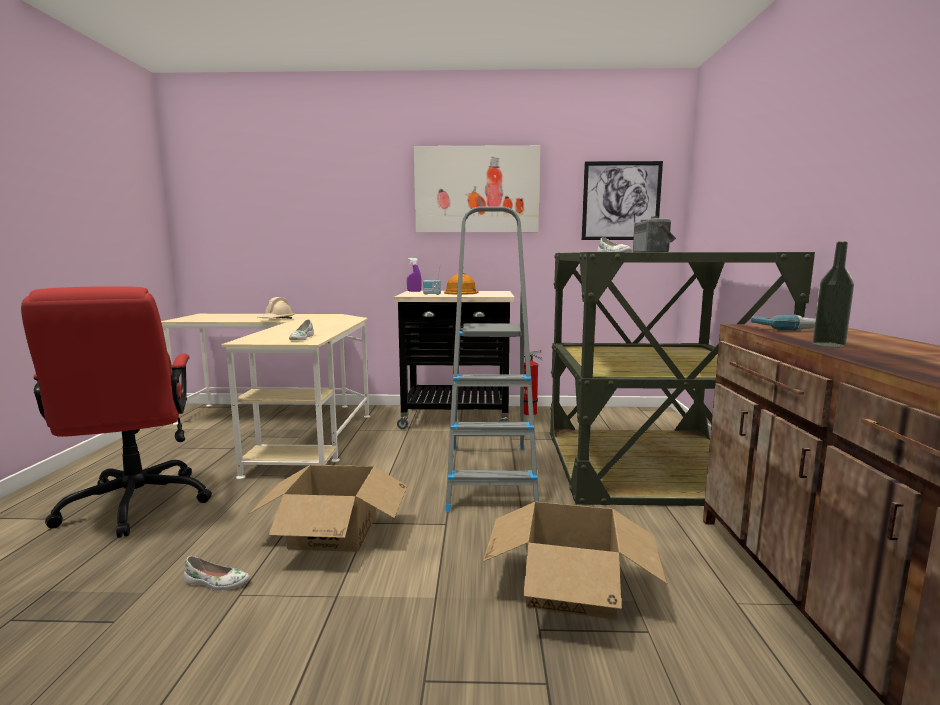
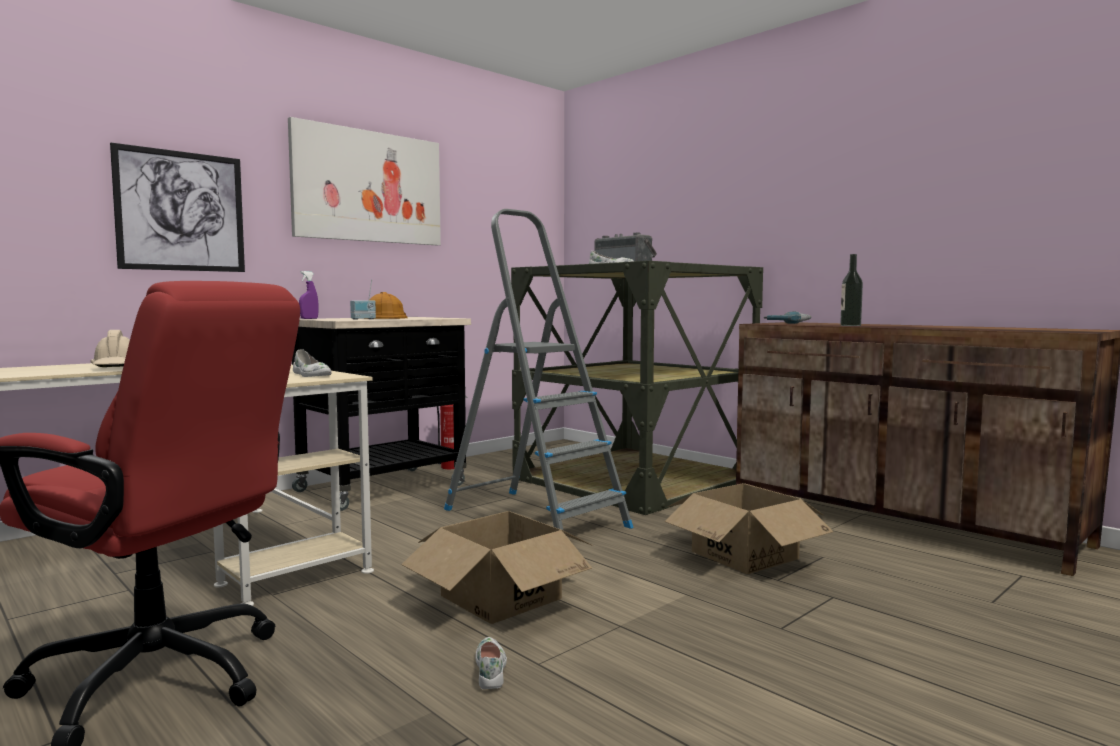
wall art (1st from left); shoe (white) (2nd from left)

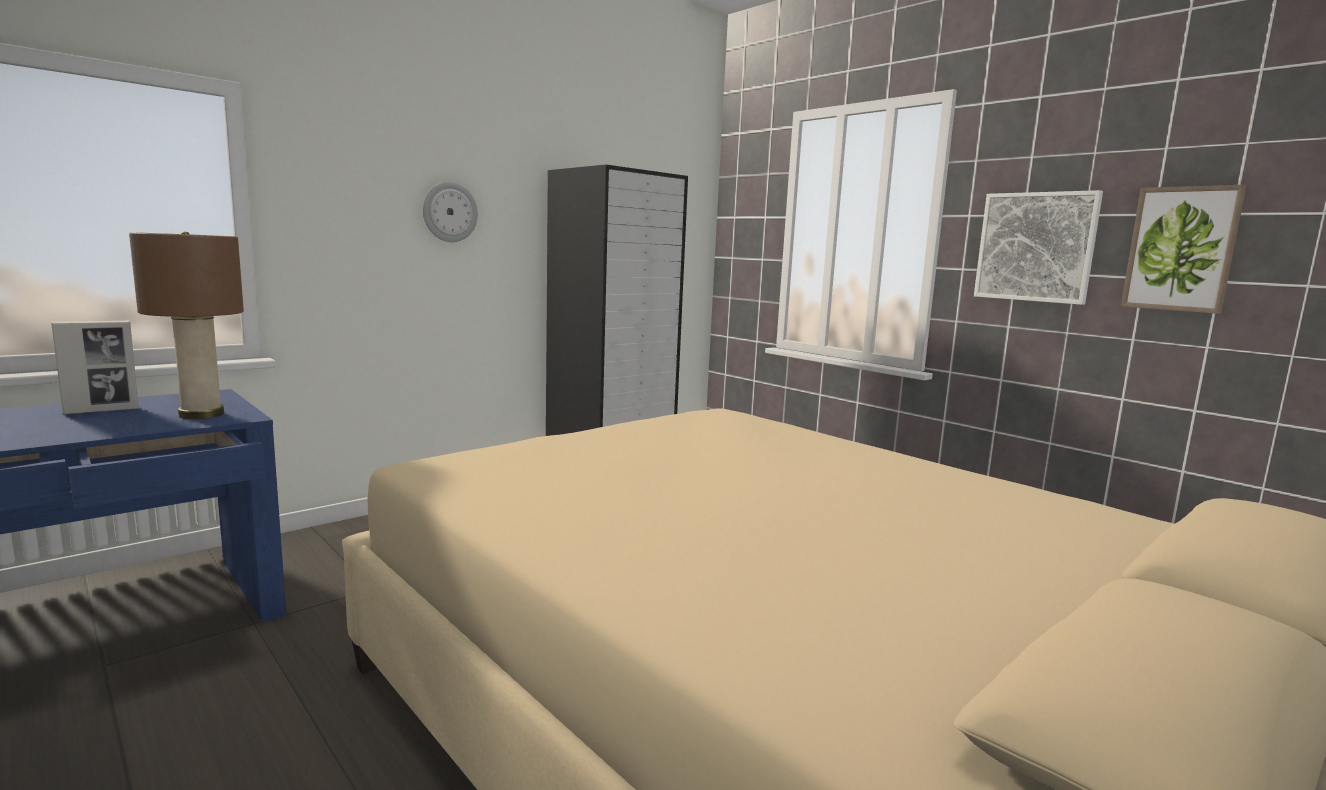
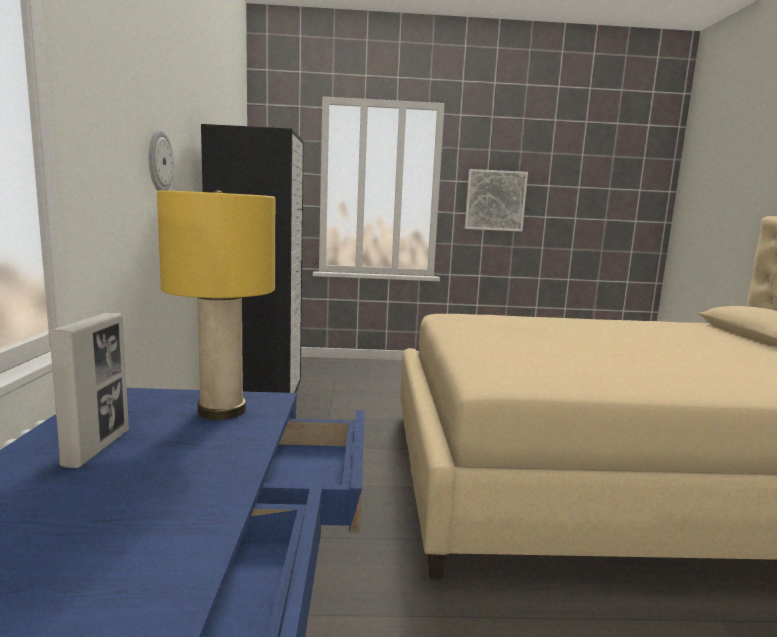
table lamp (yellowish); wall art (2nd from left in the first image)

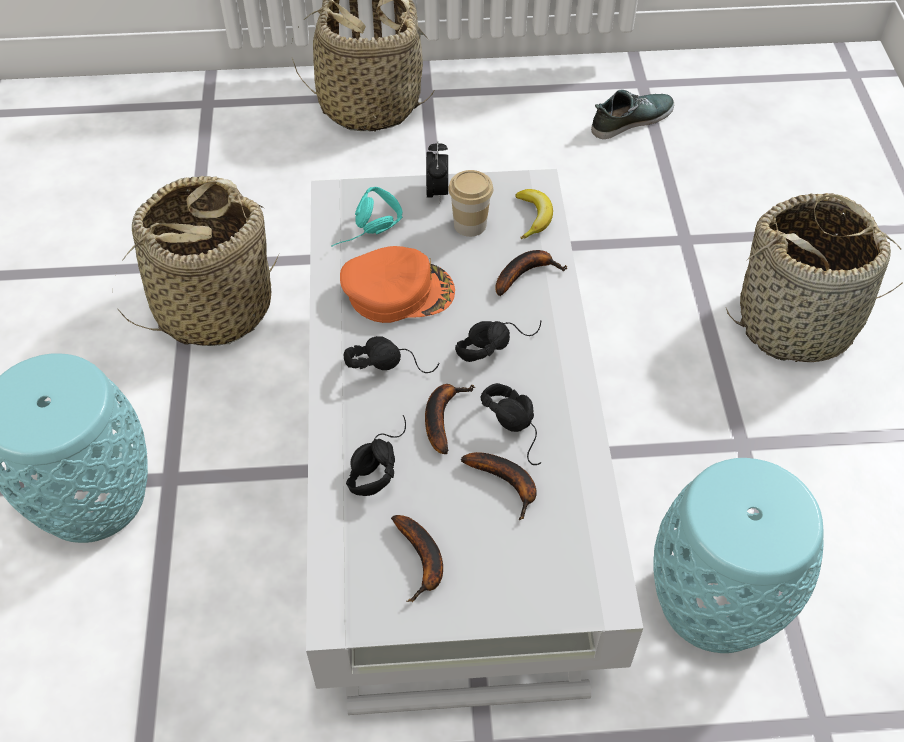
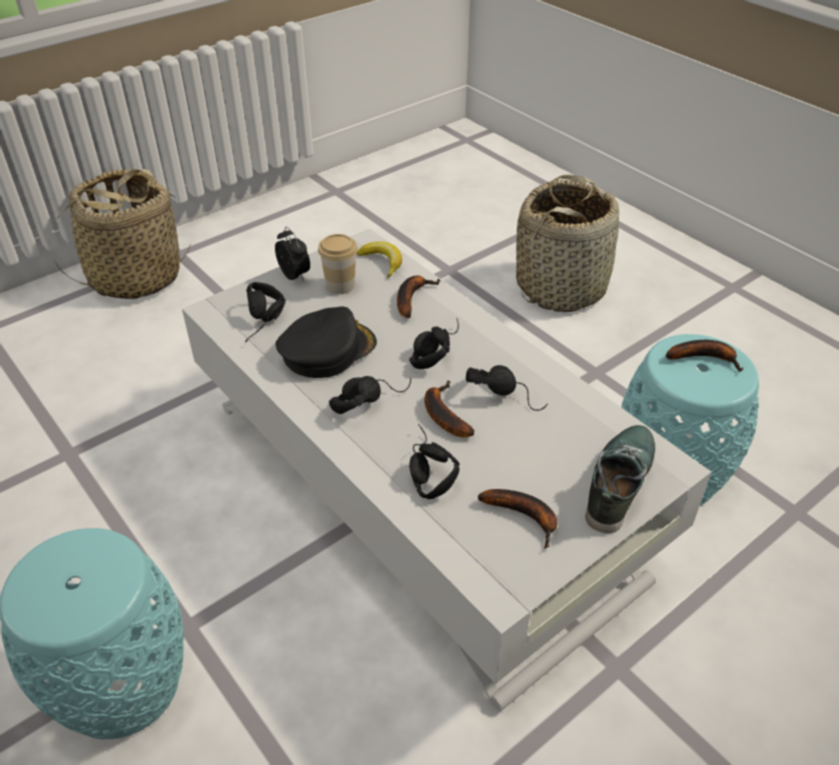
headphones (blackish) (1st from left); peaked cap (blackish); shoe; banana fruit (5th from left); storage basket (1st from left in the first image)

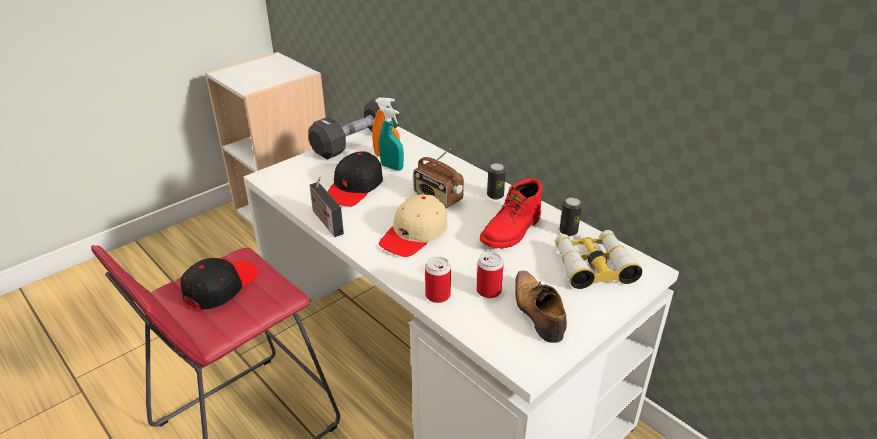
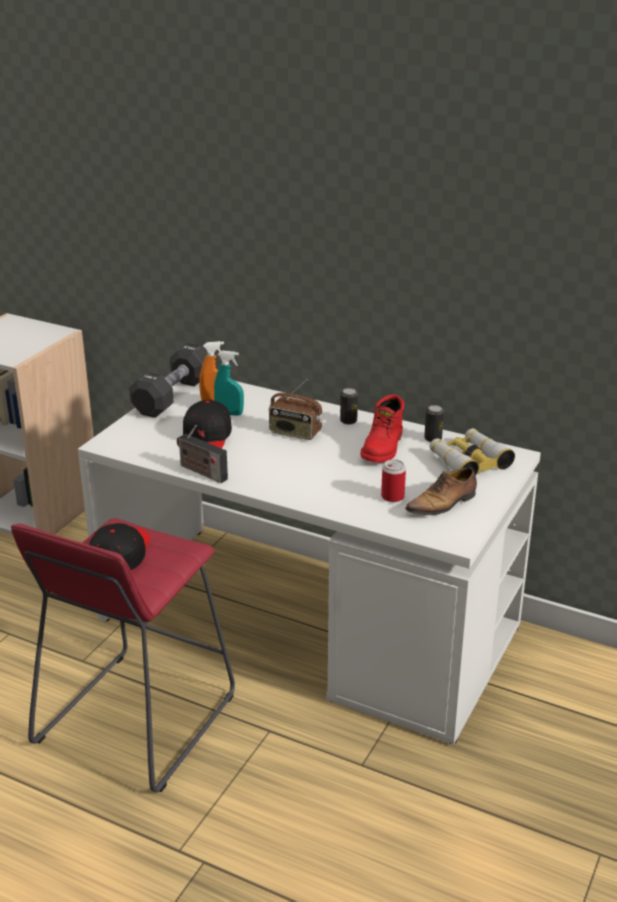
shoe; peaked cap (beige-coloured); sealed can (1st from left in the first image)

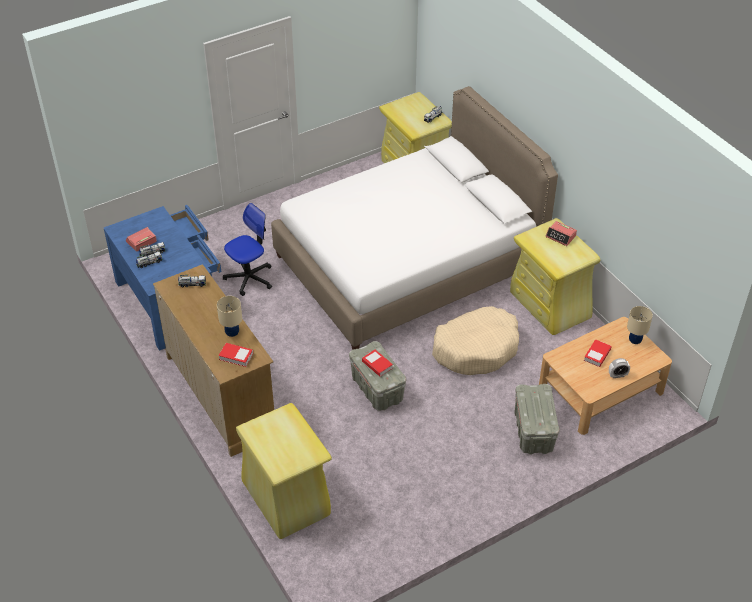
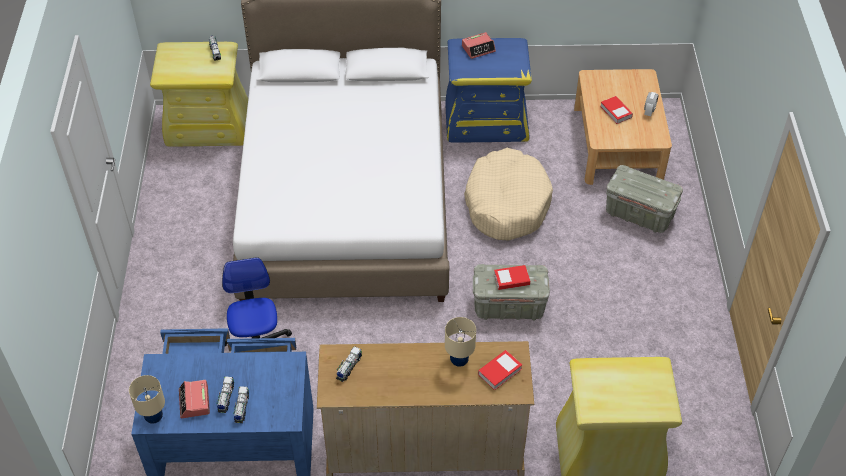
table lamp (beige-coloured) (1st from left); bedside table (blue)

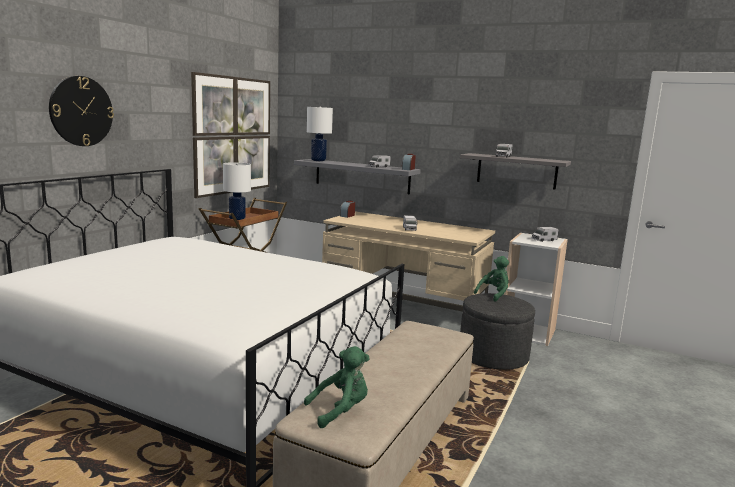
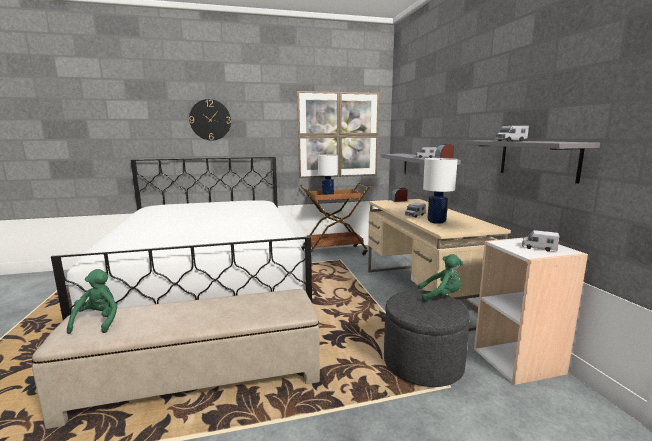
cuddly toy (green-coloured) (1st from left); table lamp (white) (2nd from left)

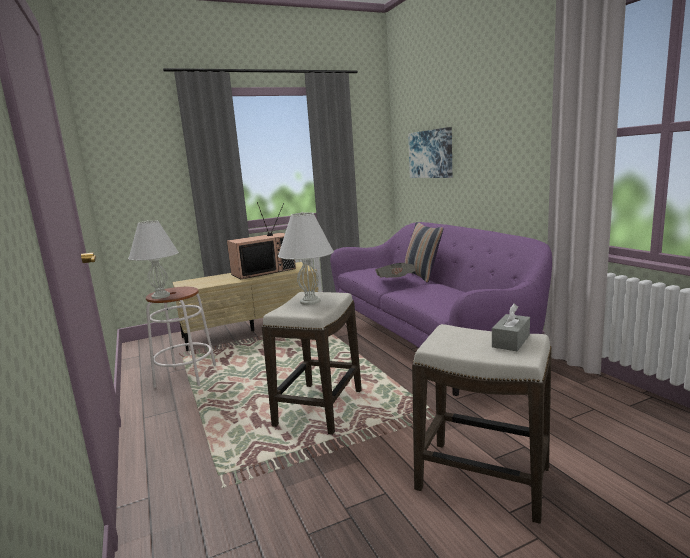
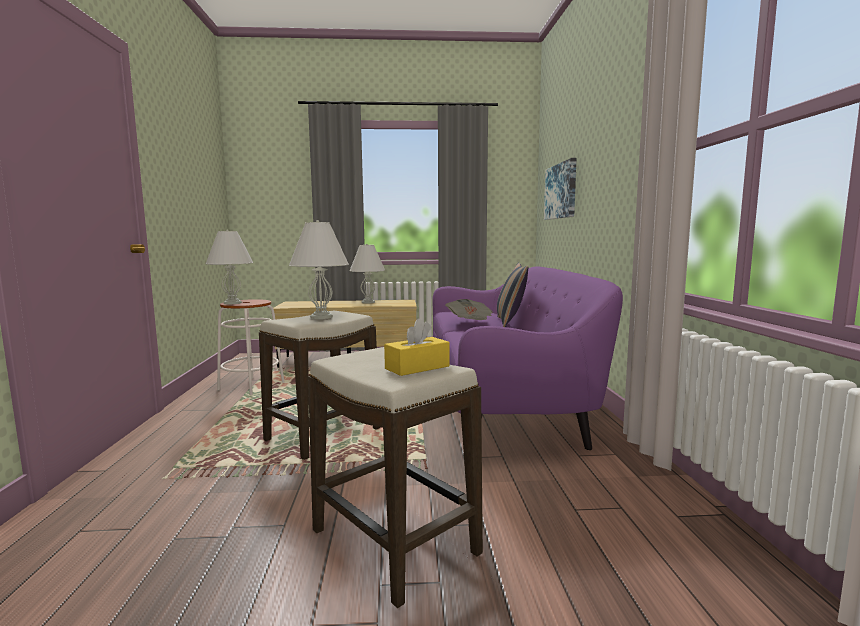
table lamp (white) (3rd from left); tissue holder (yellowish)

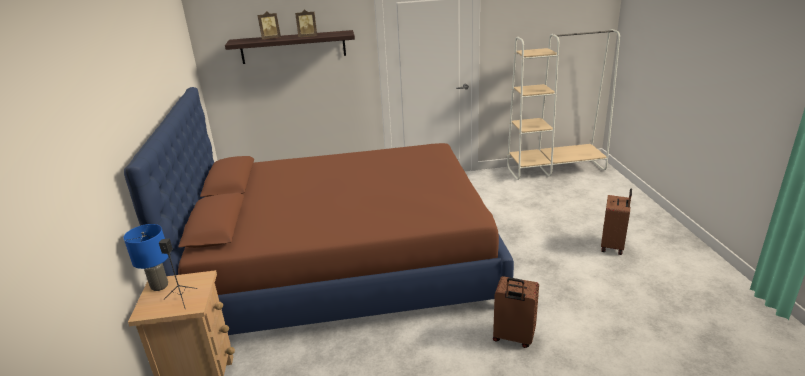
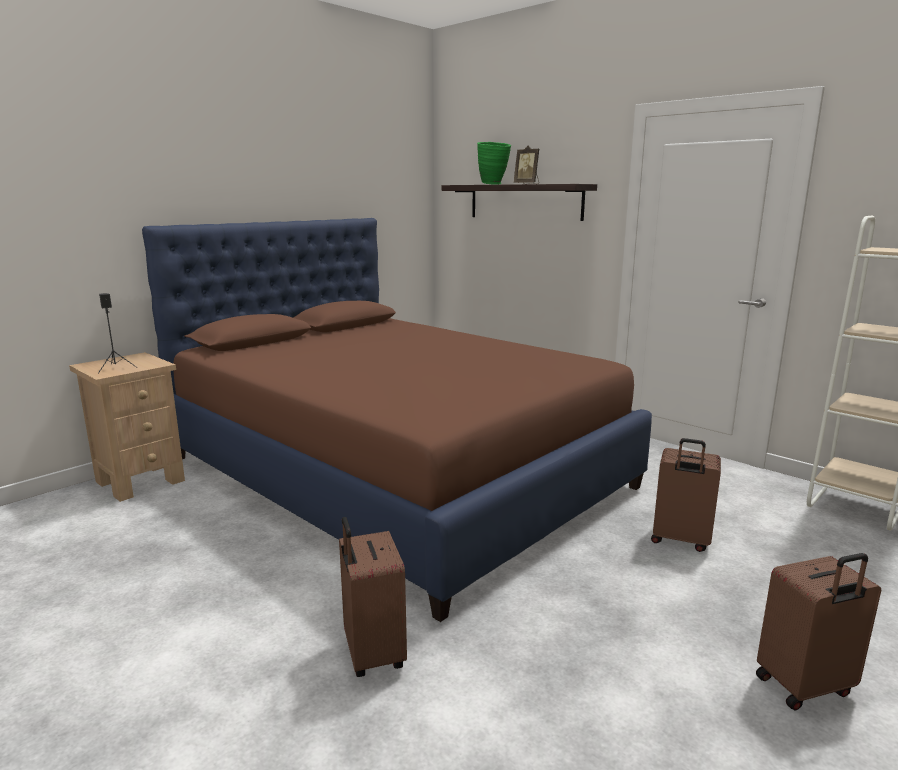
decorative vase (green-coloured); piece of luggage (brown) (2nd from left); table lamp (blue)

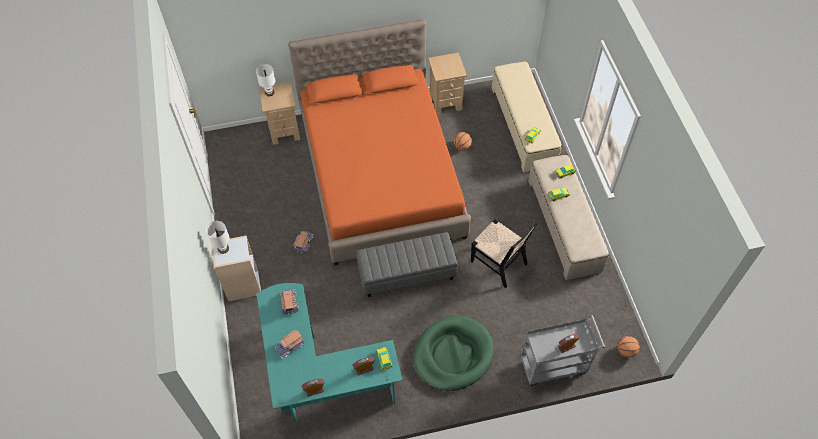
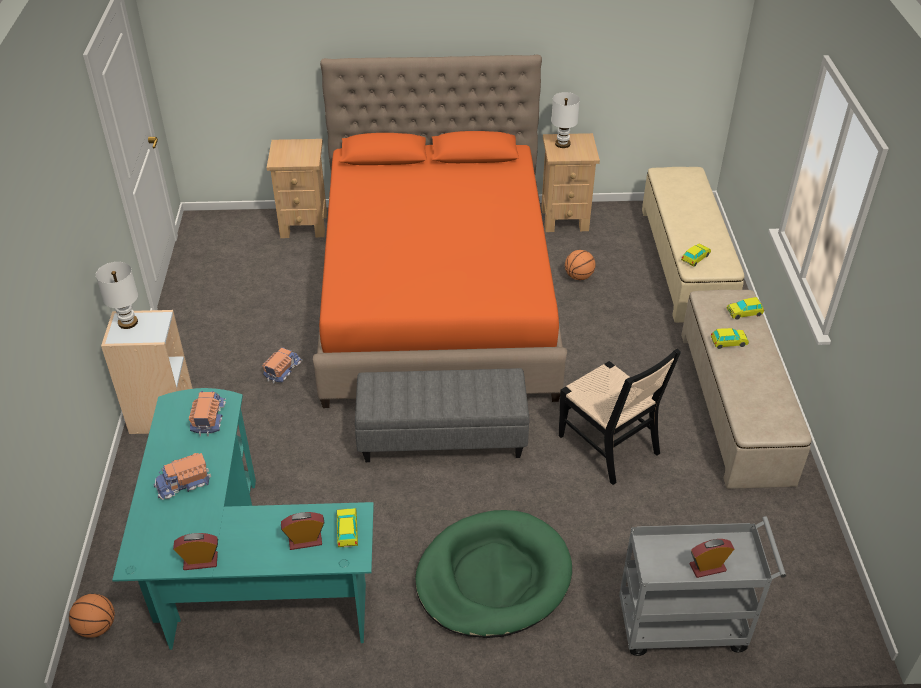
basketball ball (1st from left); table lamp (white) (2nd from left)

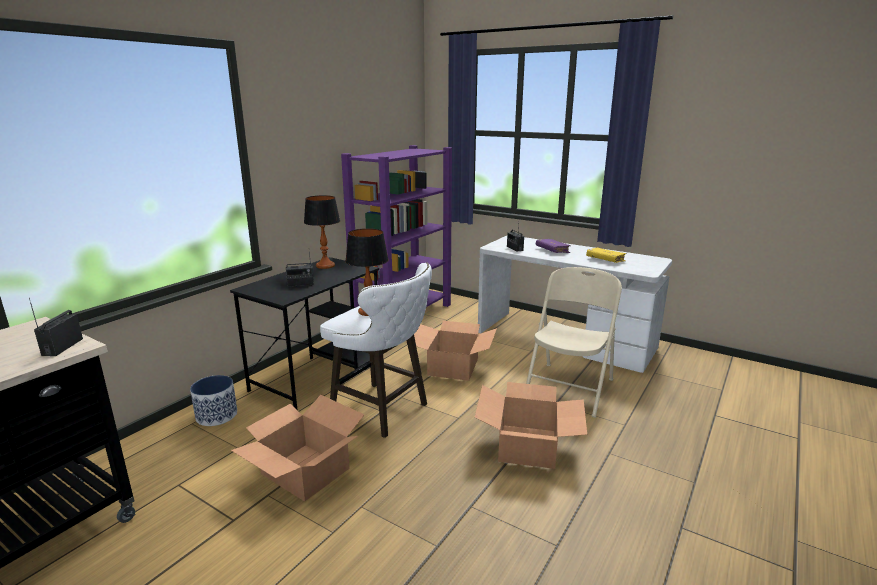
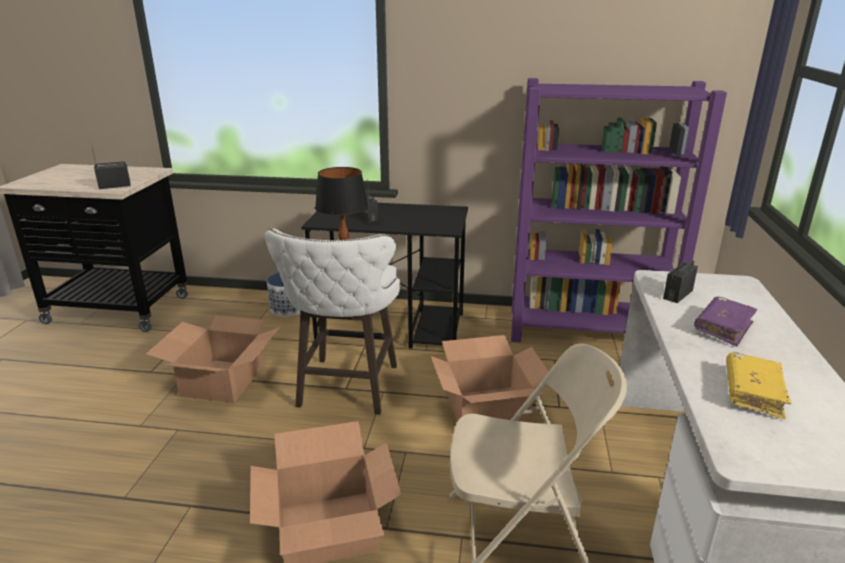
table lamp (1st from left in the first image)

